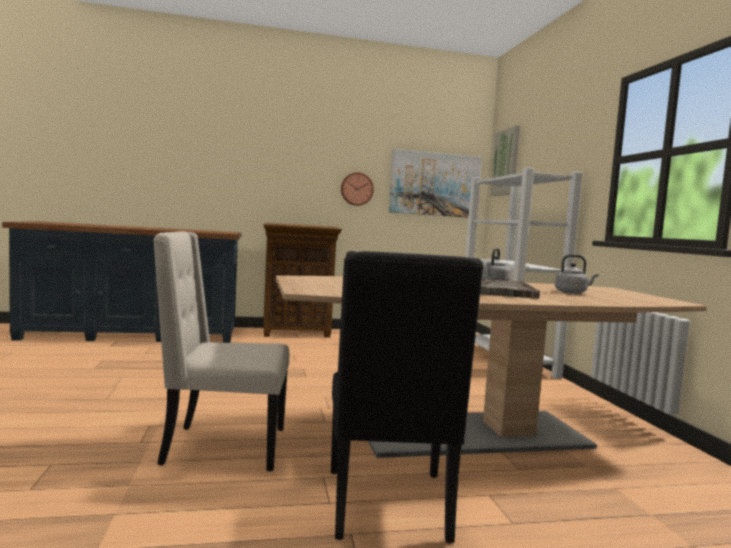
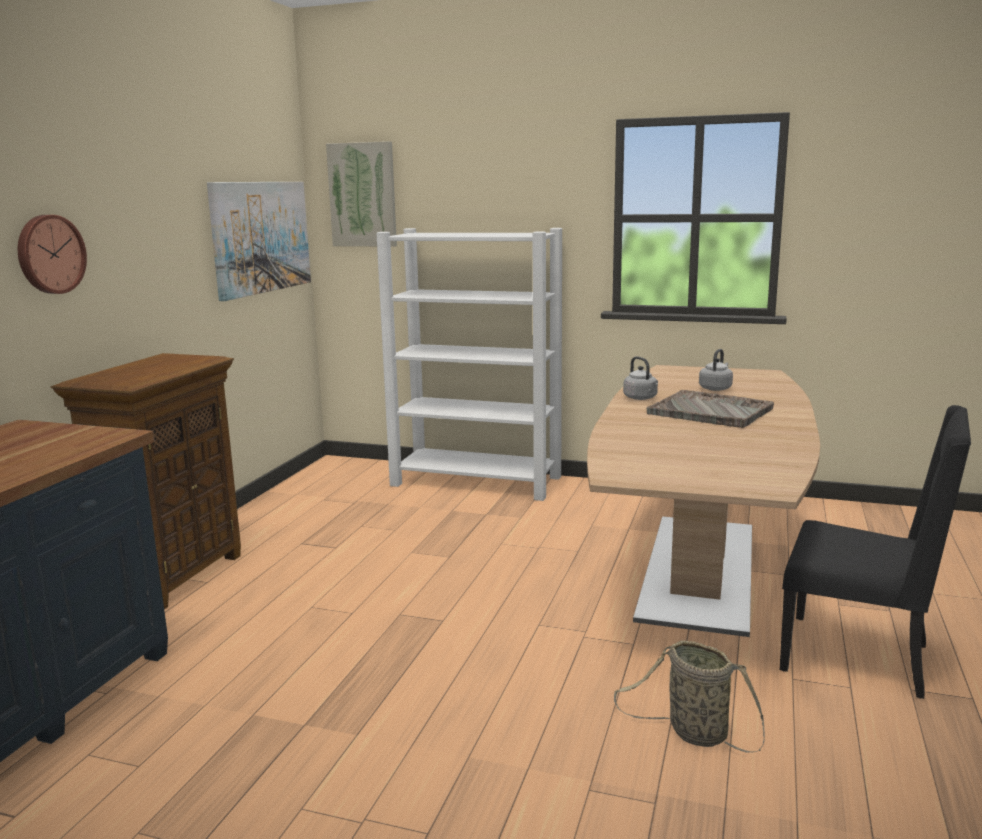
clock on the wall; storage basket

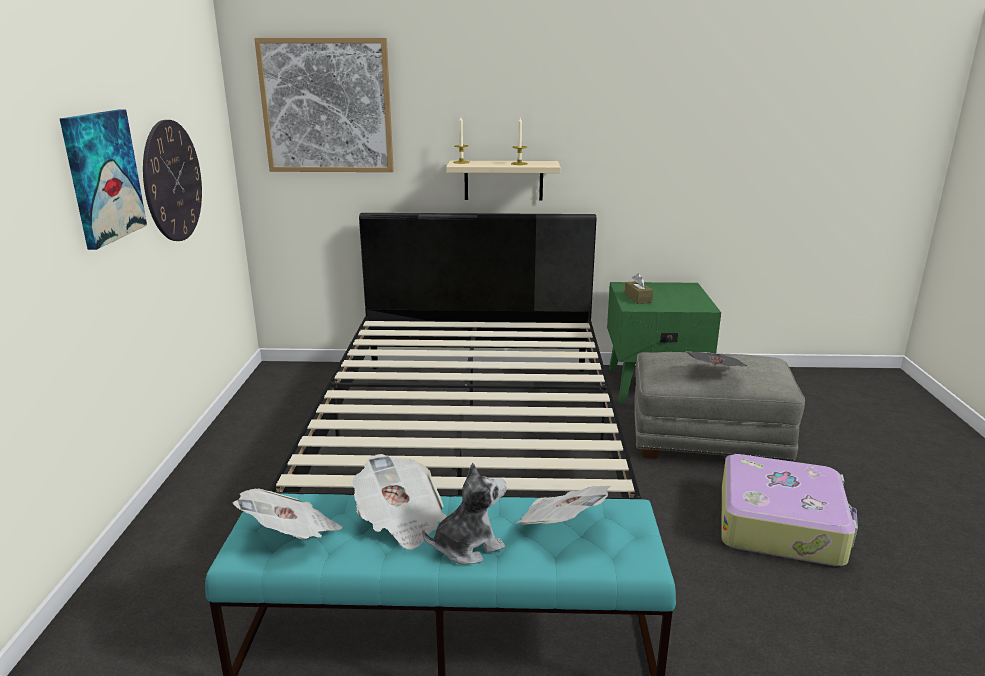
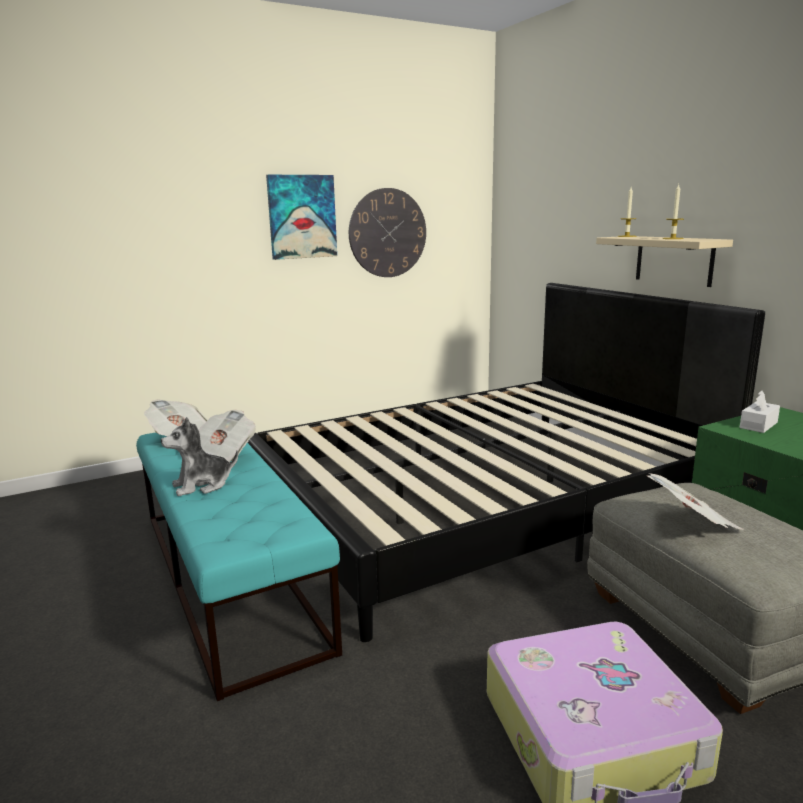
cuddly toy; tissue holder (white); wall art (2nd from left in the first image); printed paper (3rd from left in the first image)

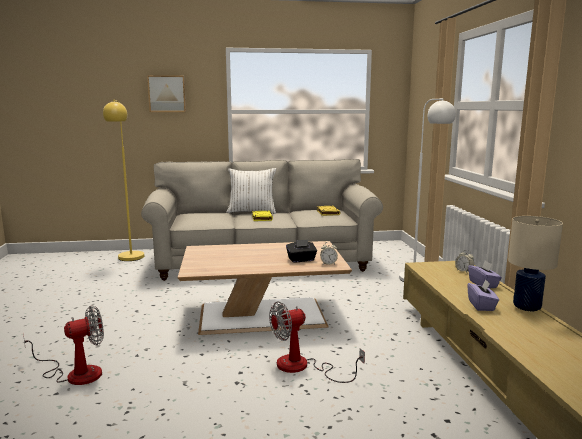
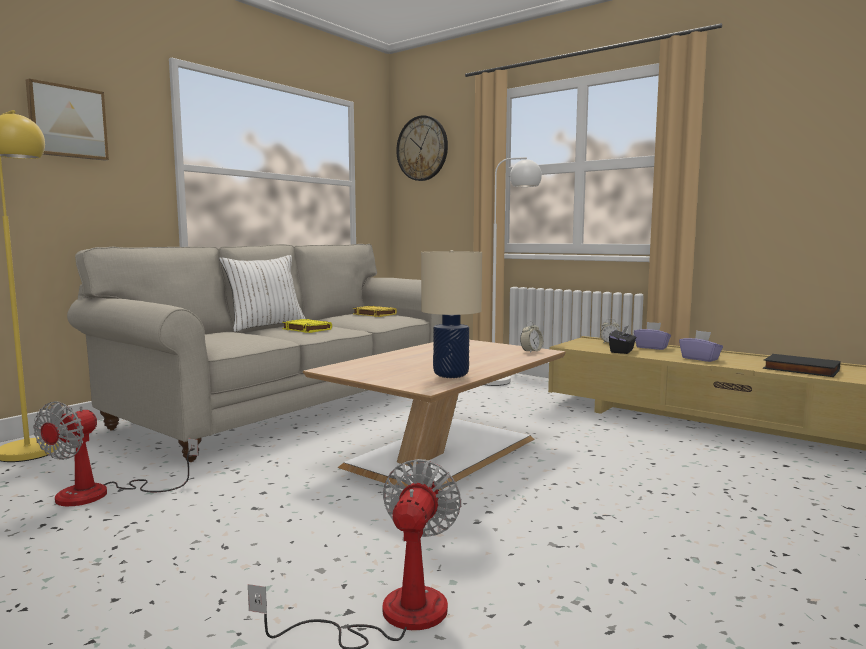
electric fan (1st from left); clock on the wall; table lamp (beige-coloured); tissue holder (blackish); bound book (blackish)

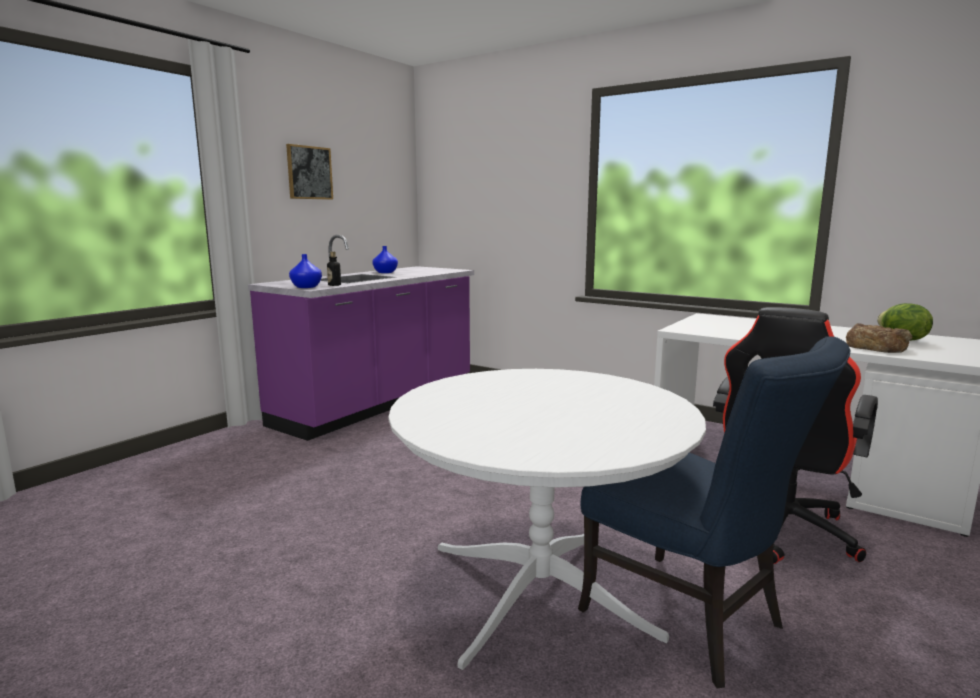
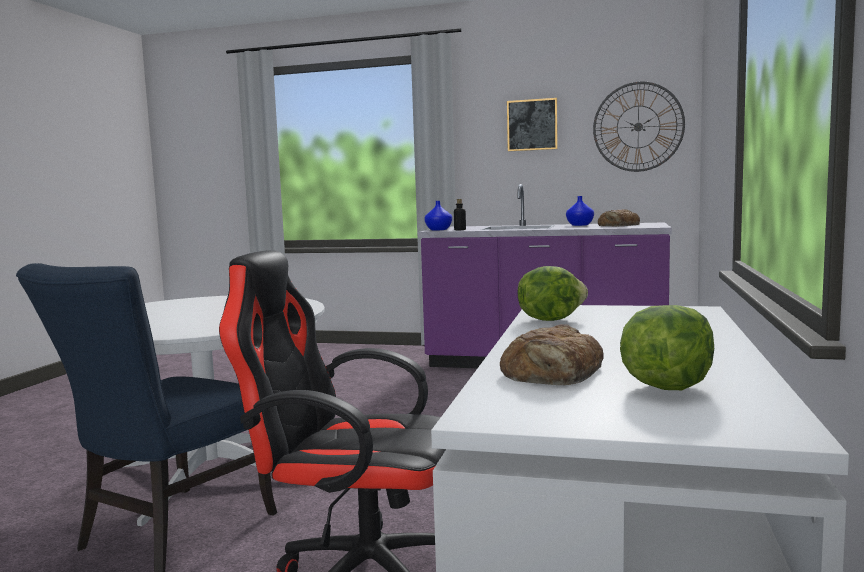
lettuce (1st from left); clock on the wall; bakery bread (2nd from left)

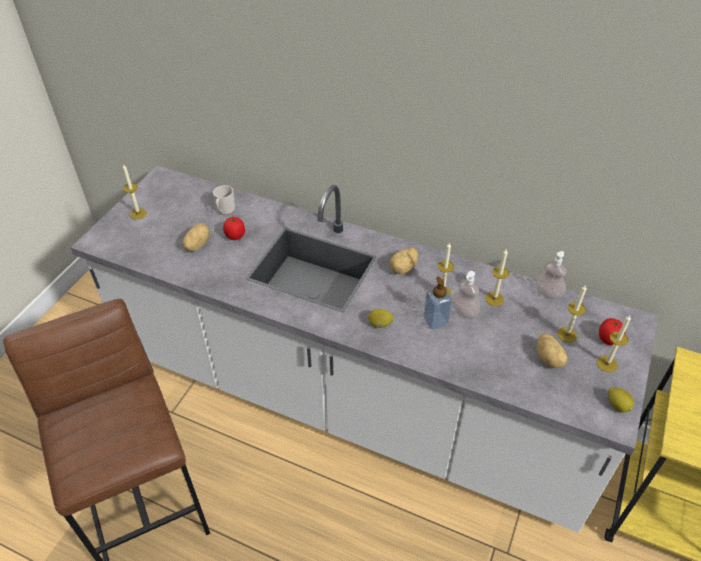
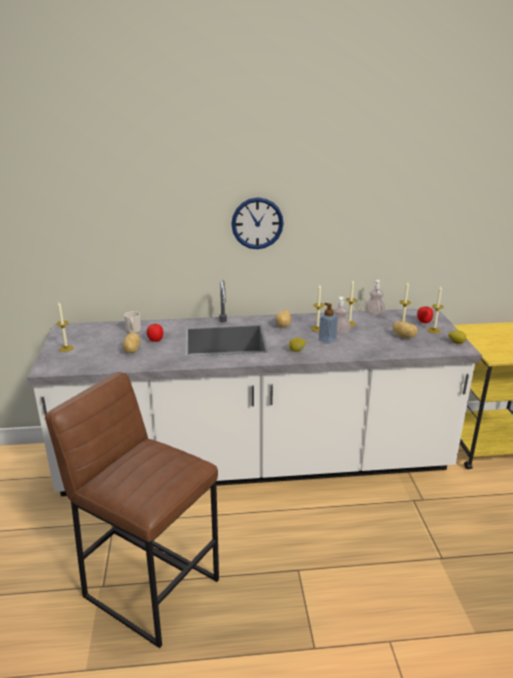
clock on the wall

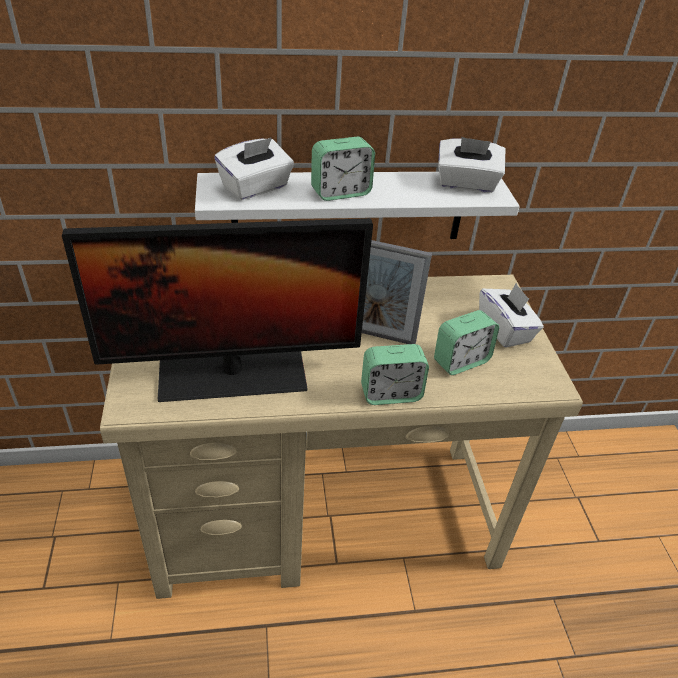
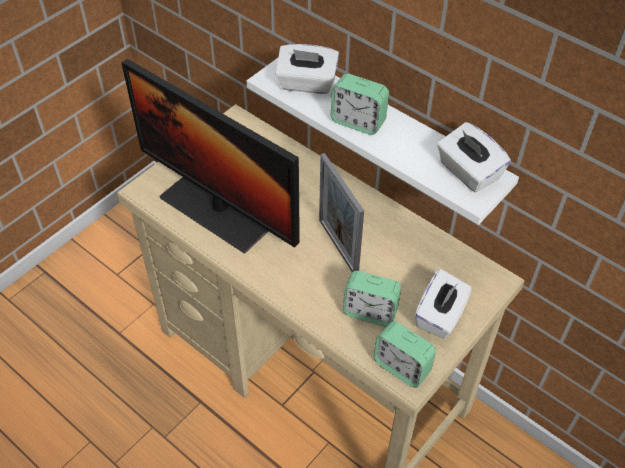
alarm clock (3rd from left)

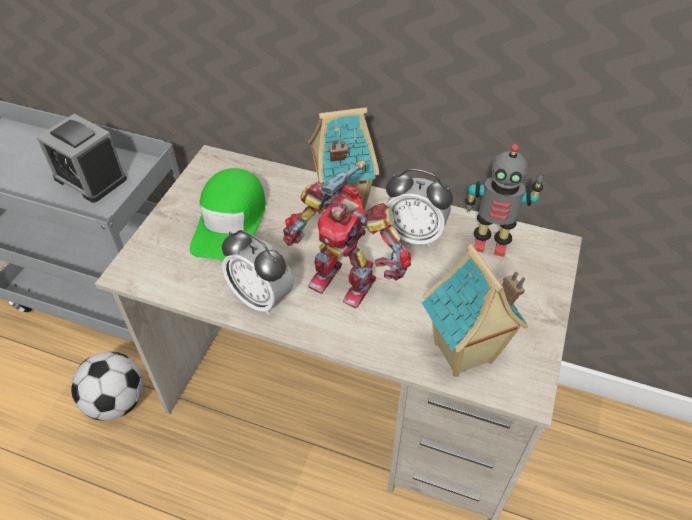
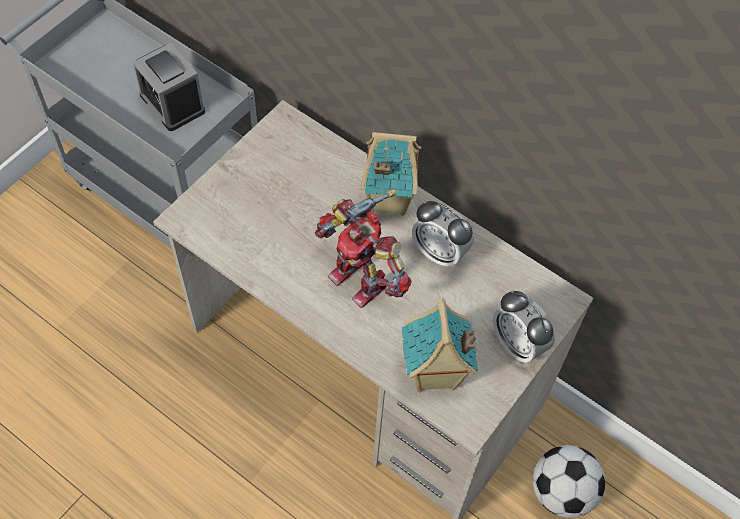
alarm clock (3rd from left); ball for football; peaked cap (green-coloured); robot figure (2nd from left in the first image)

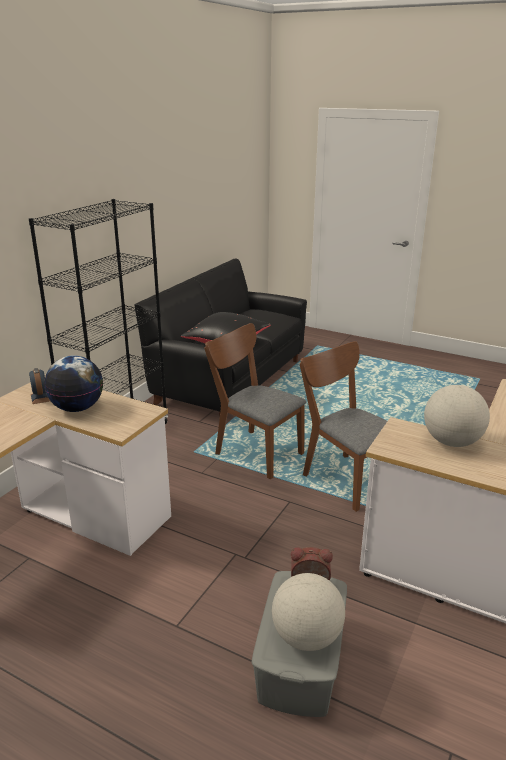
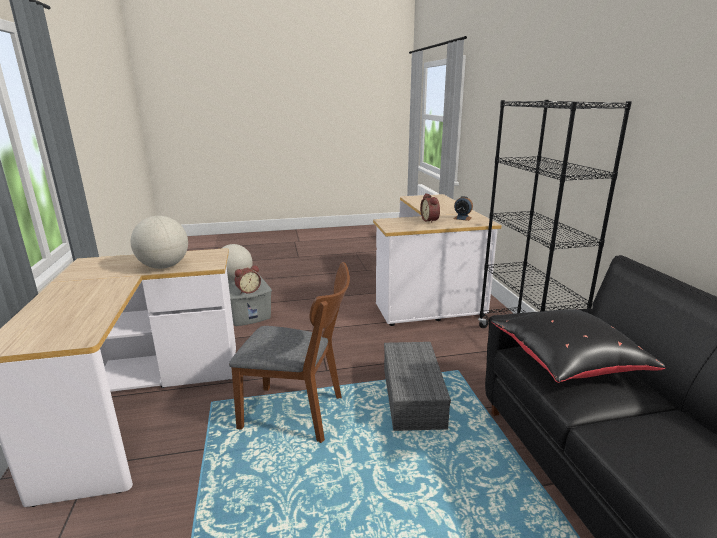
storage bin (greyish) (2nd from left); alarm clock (2nd from left)

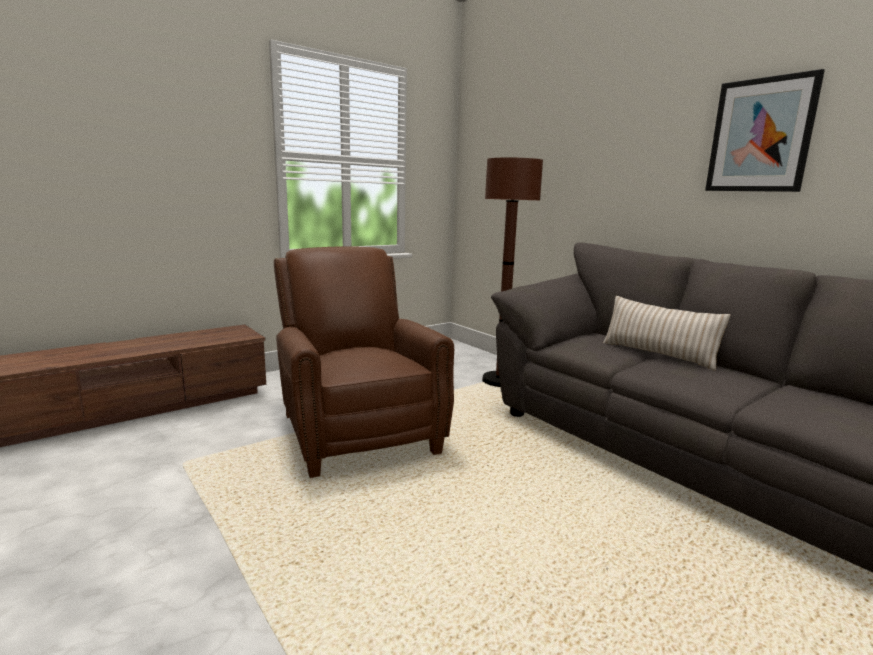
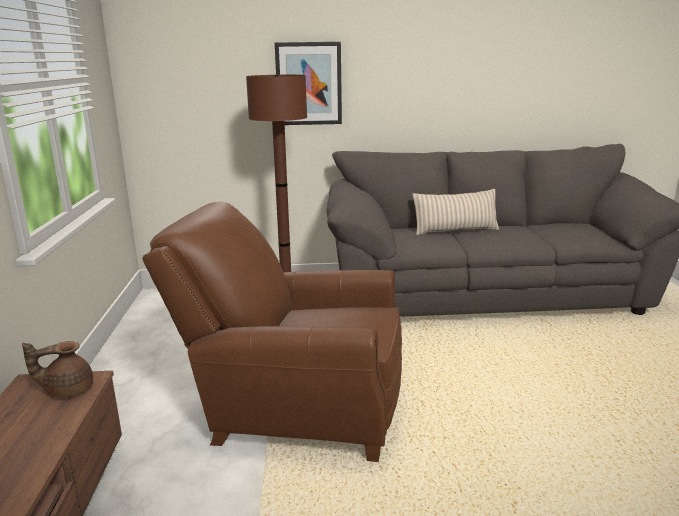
pot for tea (brown); wall art

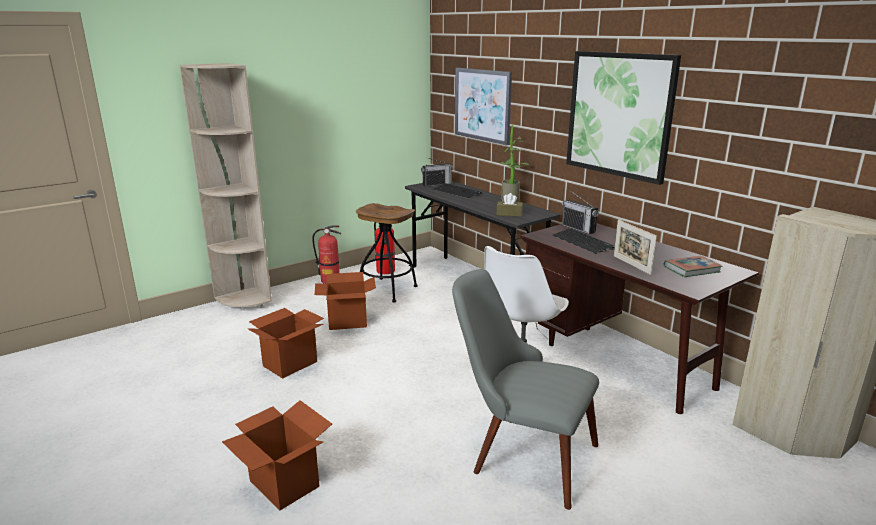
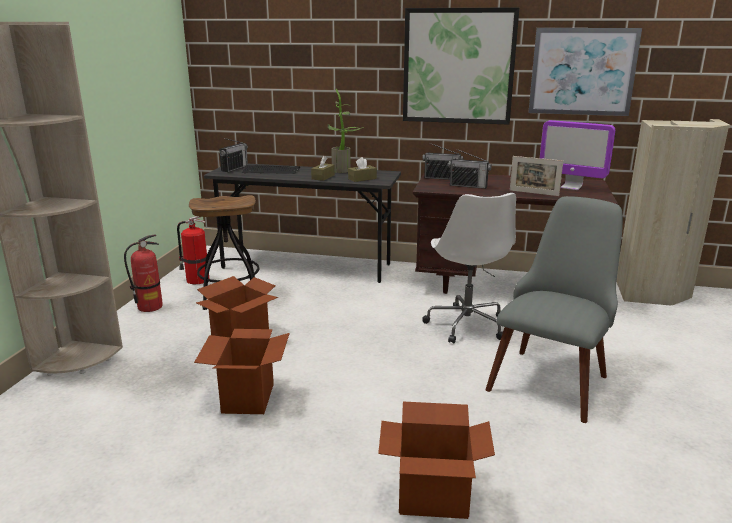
tissue holder (brown) (1st from left); radio set (3rd from left); chair (greyish); wall art (2nd from left); computer display

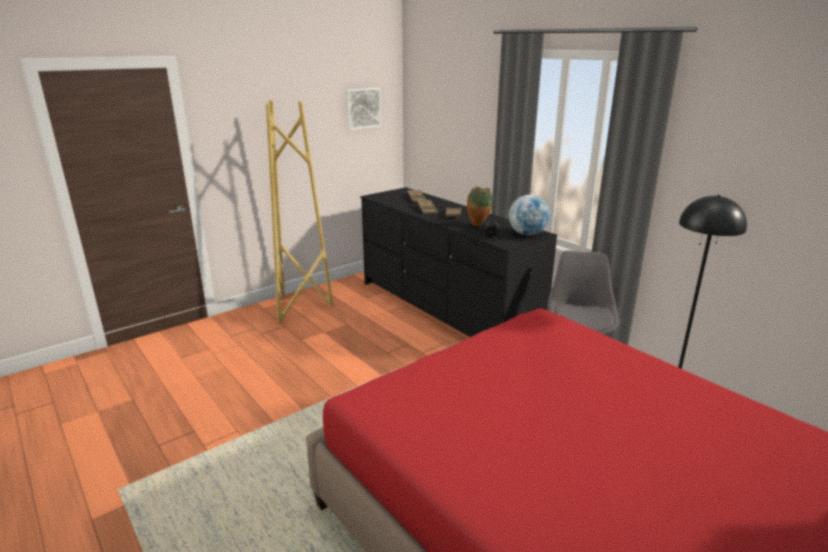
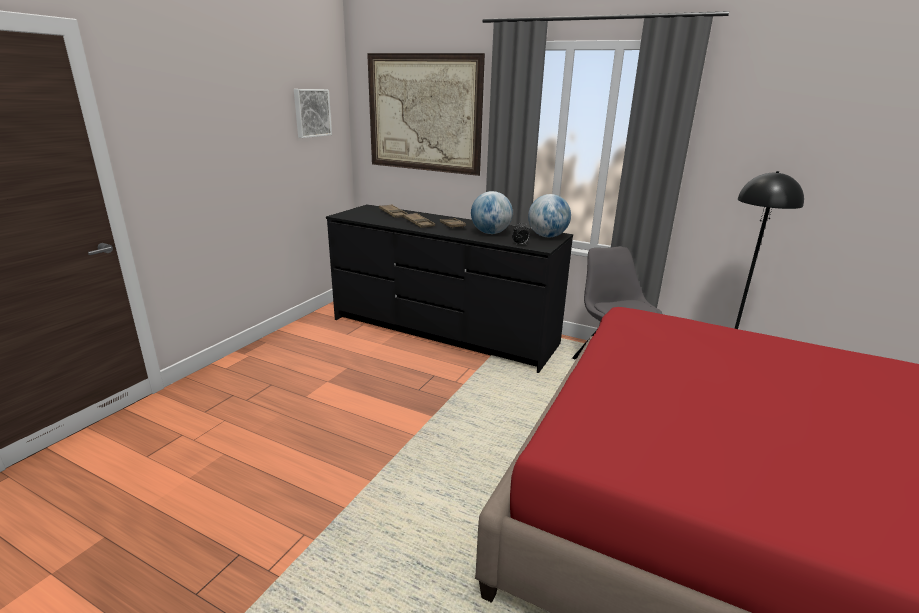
wall art (2nd from left); globe (1st from left); clothes rack (yellowish)

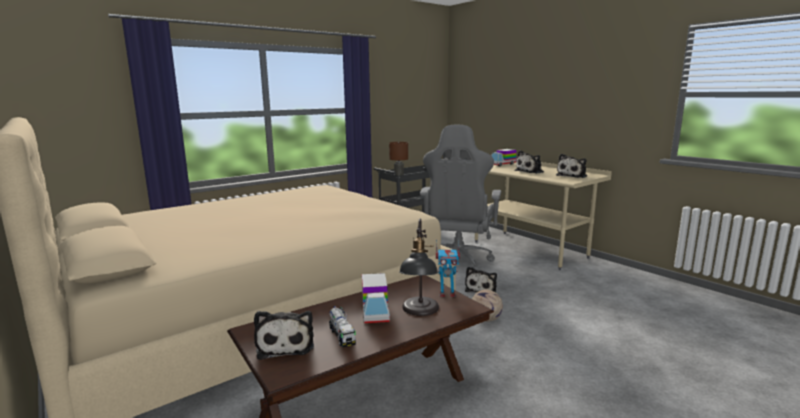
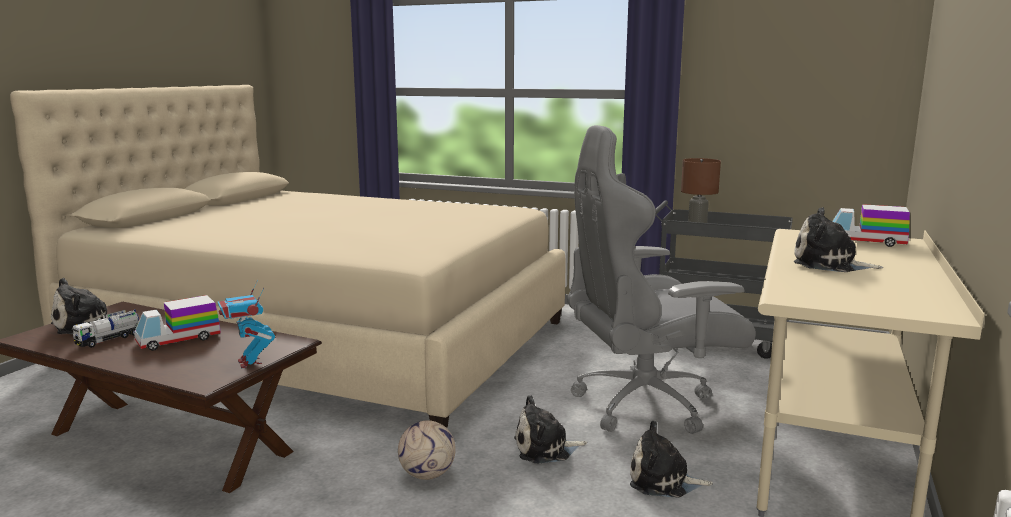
cuddly toy (3rd from left); table lamp (greyish)

